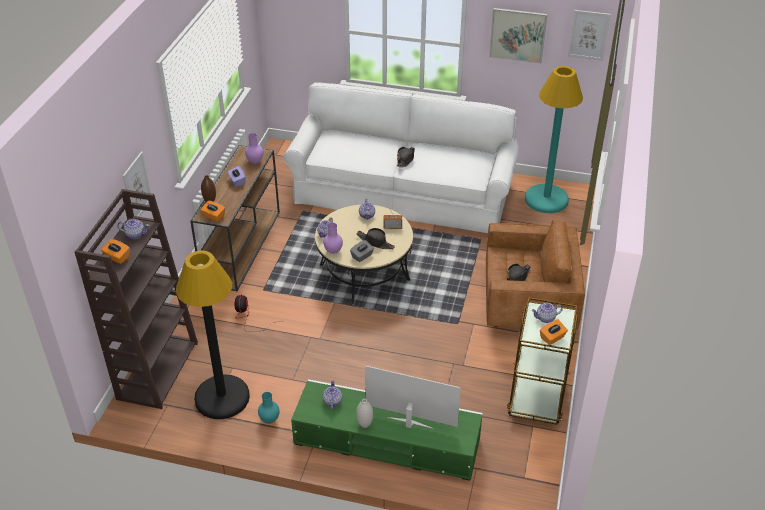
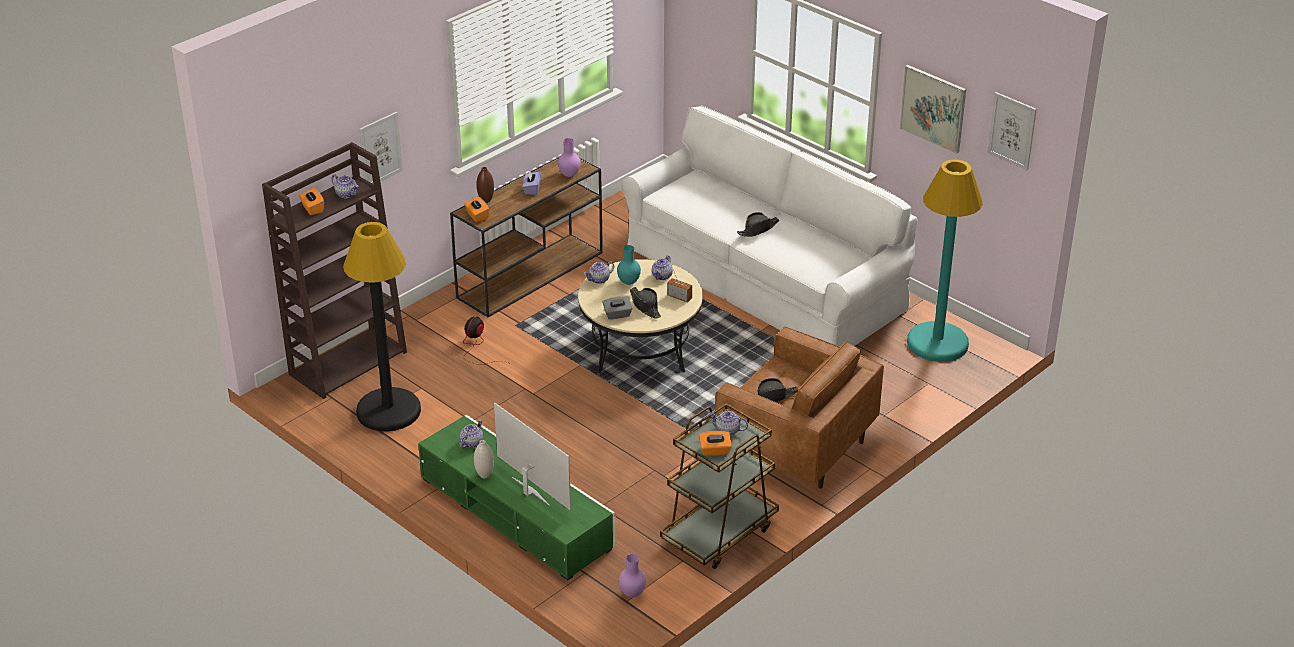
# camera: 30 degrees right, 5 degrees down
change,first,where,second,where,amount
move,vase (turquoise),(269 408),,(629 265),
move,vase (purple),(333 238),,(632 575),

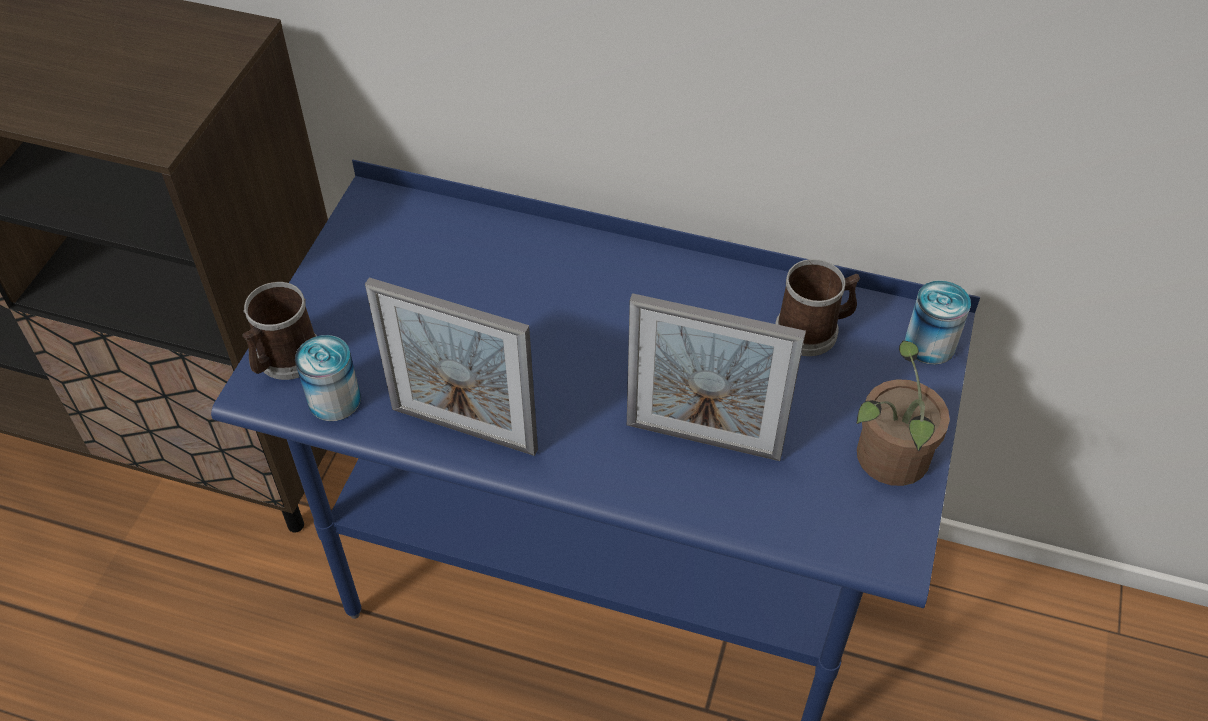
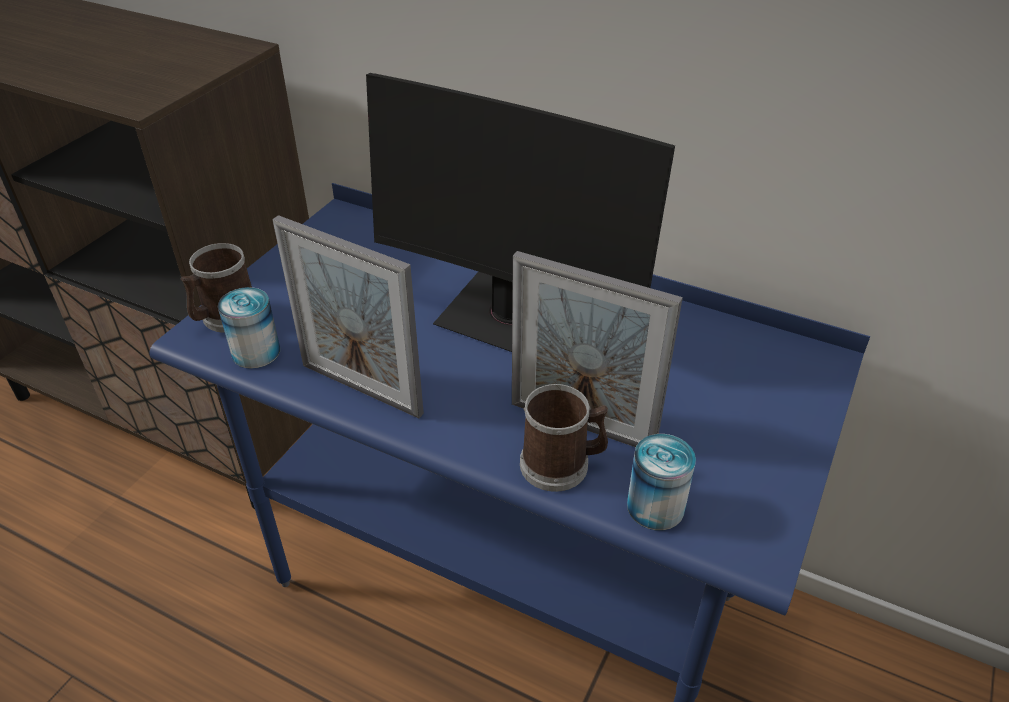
# camera: 10 degrees right, 10 degrees down
change,first,where,second,where,amount
delete,potted plant,(903 413),,,
insert,,,monitor,(520 212),
move,mug,(817 307),,(564 438),
move,can,(937 322),,(661 482),

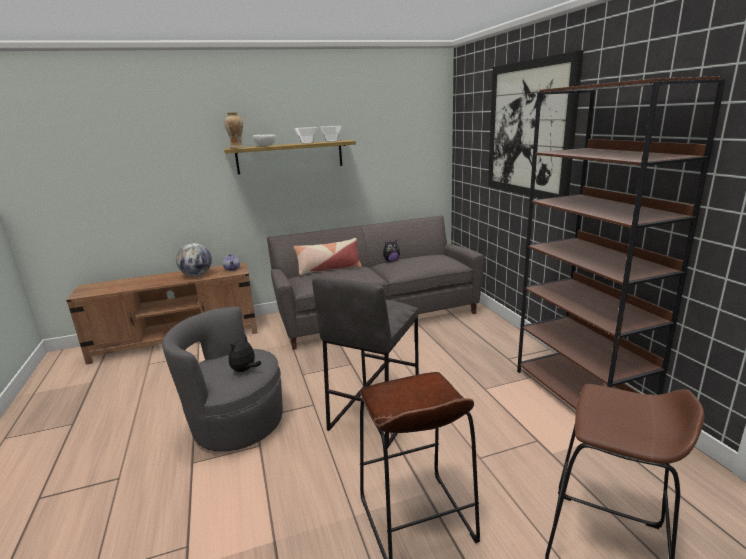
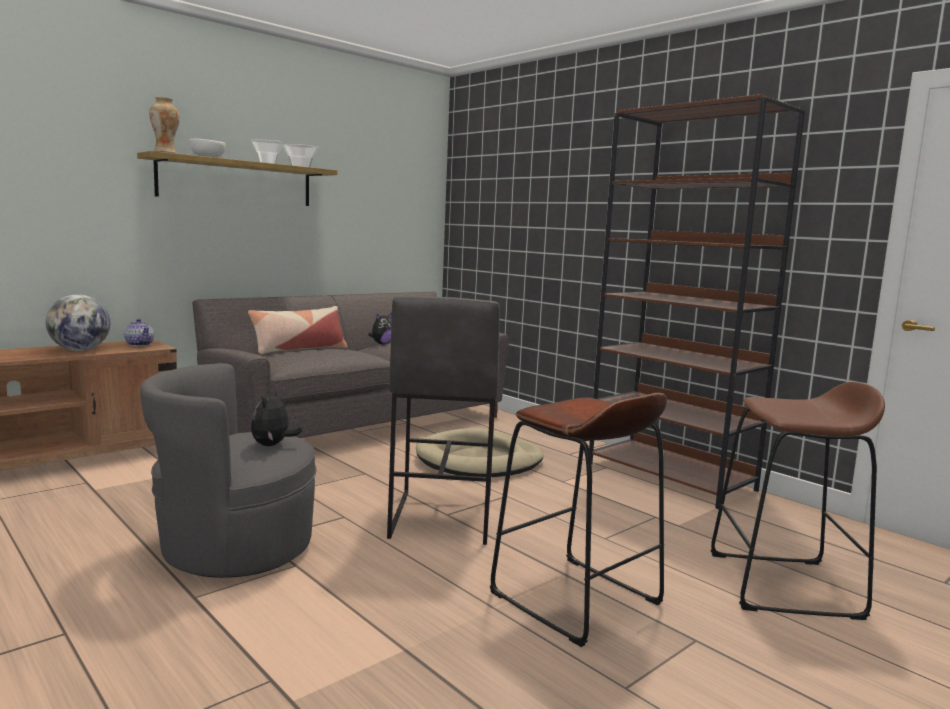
# camera: 25 degrees left, 10 degrees down
change,first,where,second,where,amount
delete,picture,(536 124),,,
insert,,,dog bed (beige),(479 452),

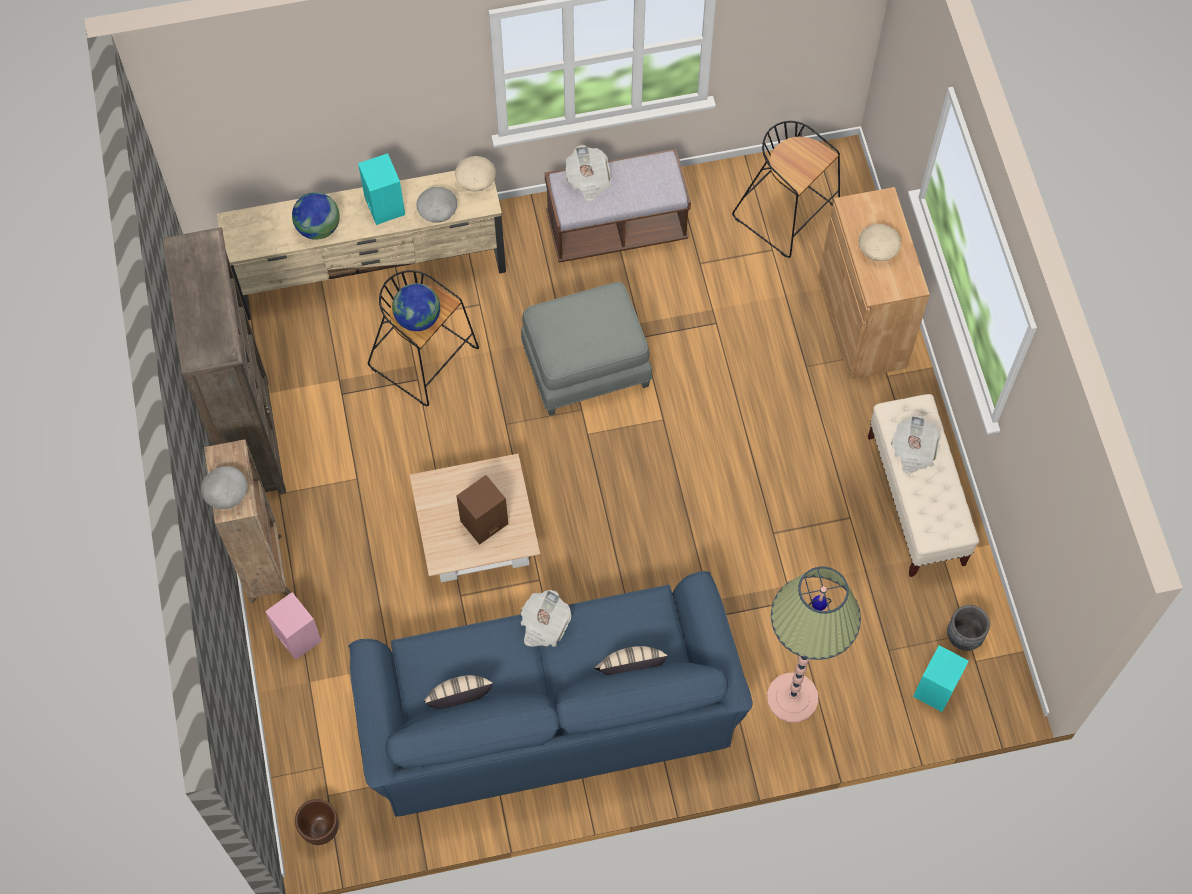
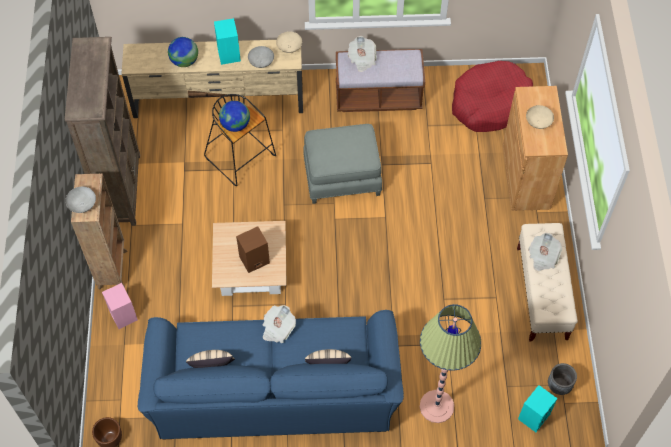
# camera: 10 degrees right, 5 degrees down
change,first,where,second,where,amount
replace,stool (black),(786 189),dog bed (red),(492 96),

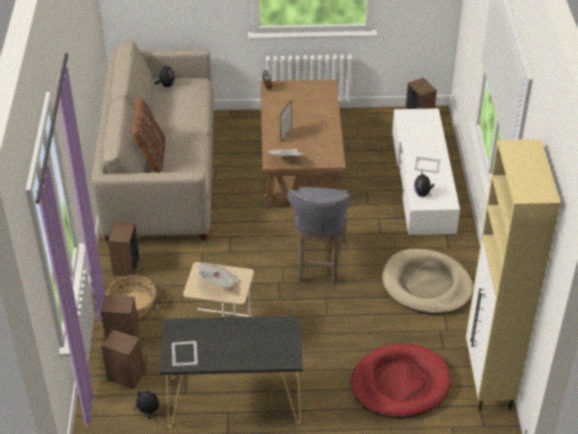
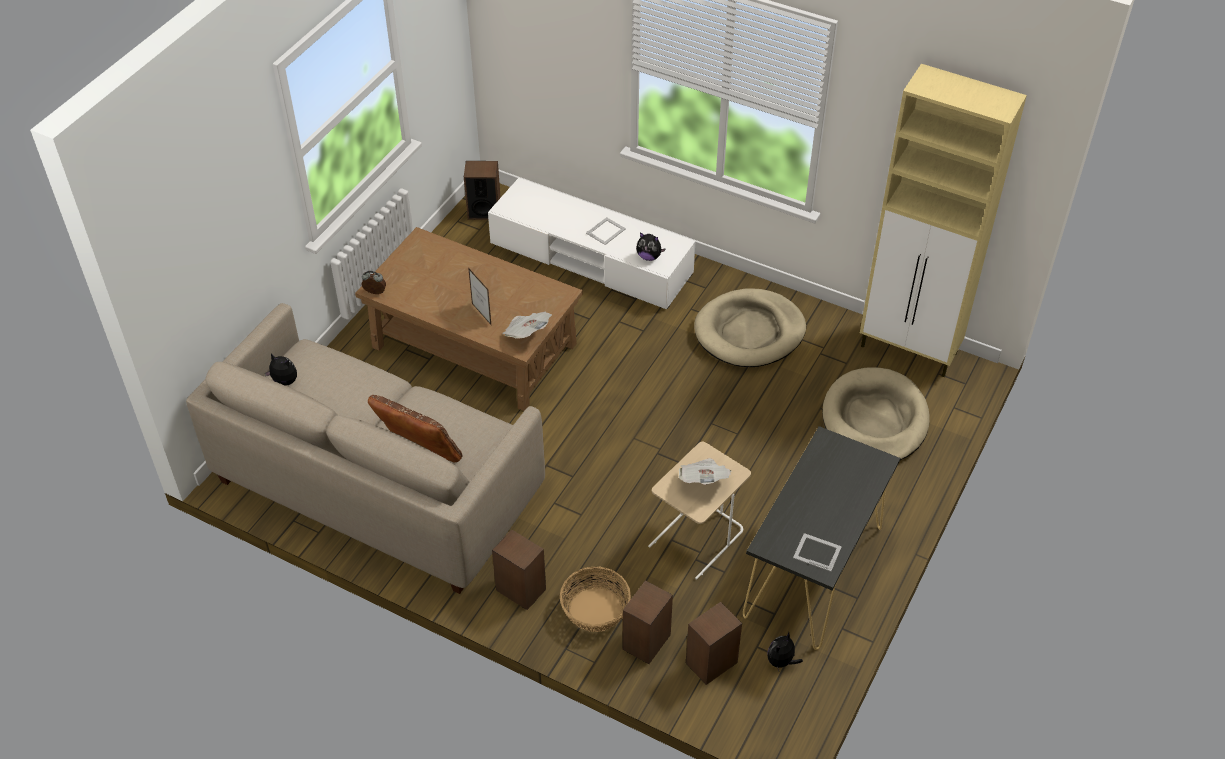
# camera: 60 degrees left, 5 degrees up
change,first,where,second,where,amount
delete,stool (grey),(319 236),,,
recolor,dog bed (red),(401 381),dog bed (beige),(876 413),

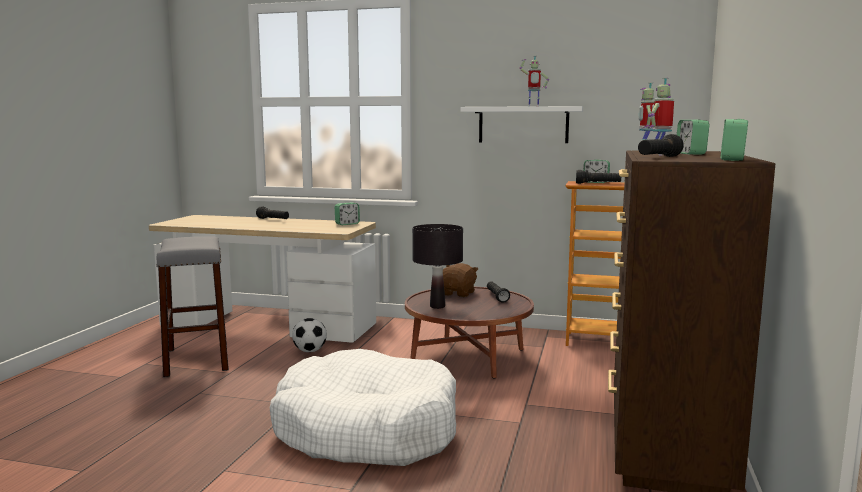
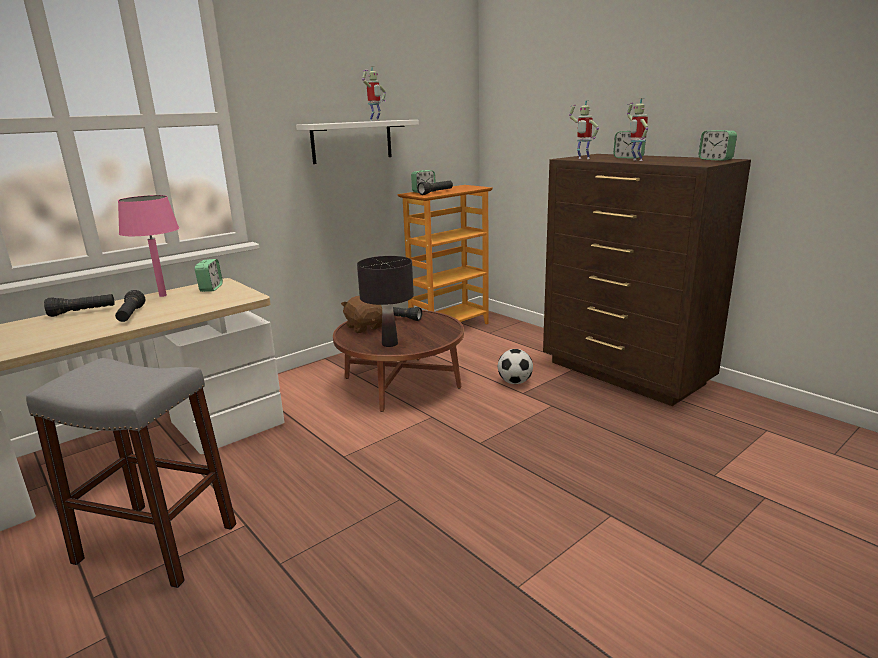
# camera: 55 degrees left, 10 degrees up
change,first,where,second,where,amount
delete,dog bed (white),(363 407),,,
insert,,,table lamp (pink),(148 246),
move,football,(309 335),,(515 366),
move,flashlight (black),(661 145),,(130 306),

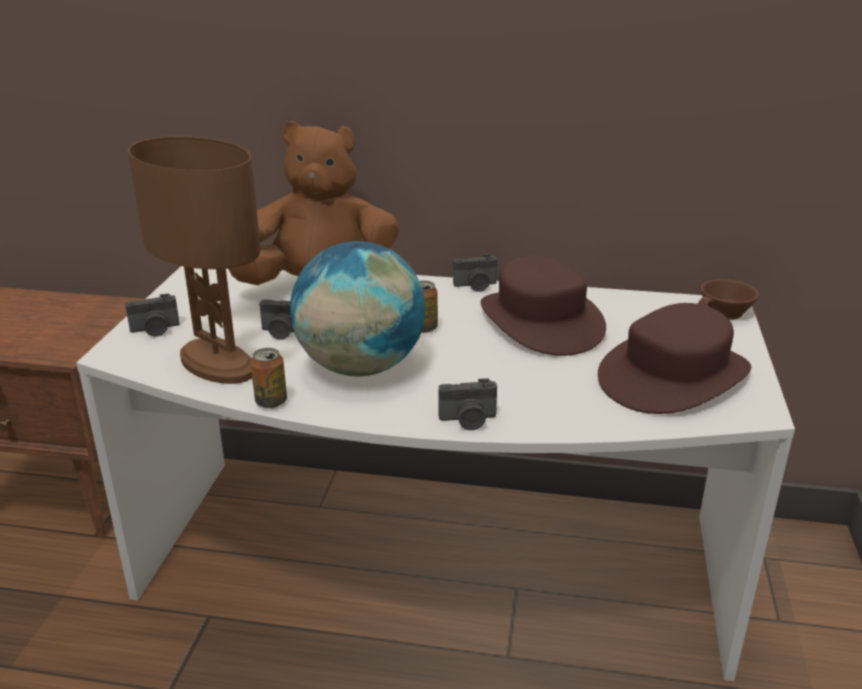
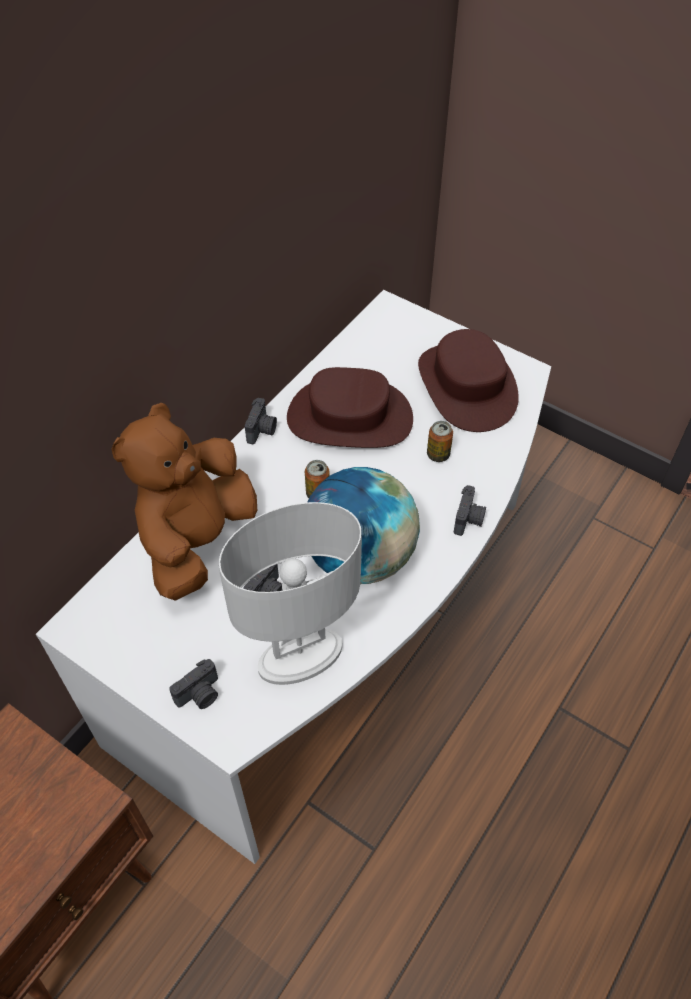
# camera: 65 degrees left, 25 degrees up
change,first,where,second,where,amount
delete,cup (brown),(728 299),,,
move,can,(268 378),,(440 441),
recolor,table lamp (brown),(194 260),table lamp (white),(290 593),
rotate,photo camera,(152 315),,(193 684),45 degrees clockwise

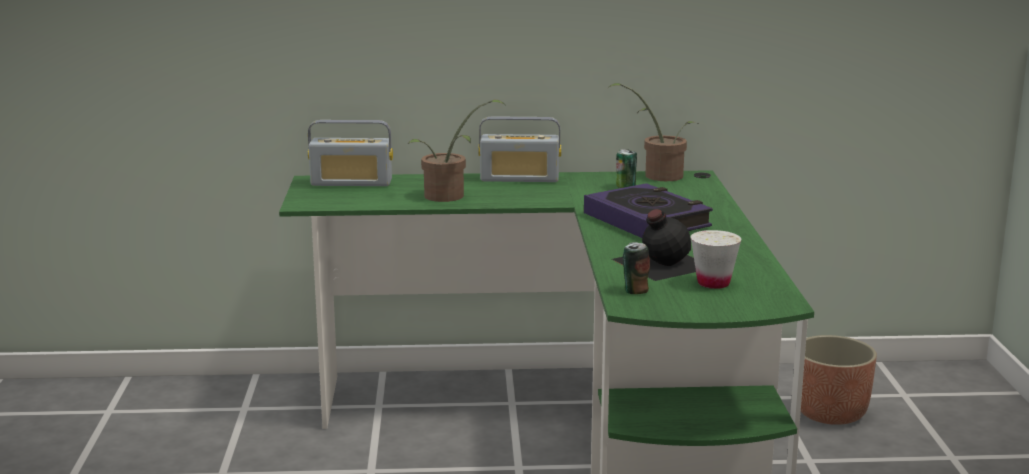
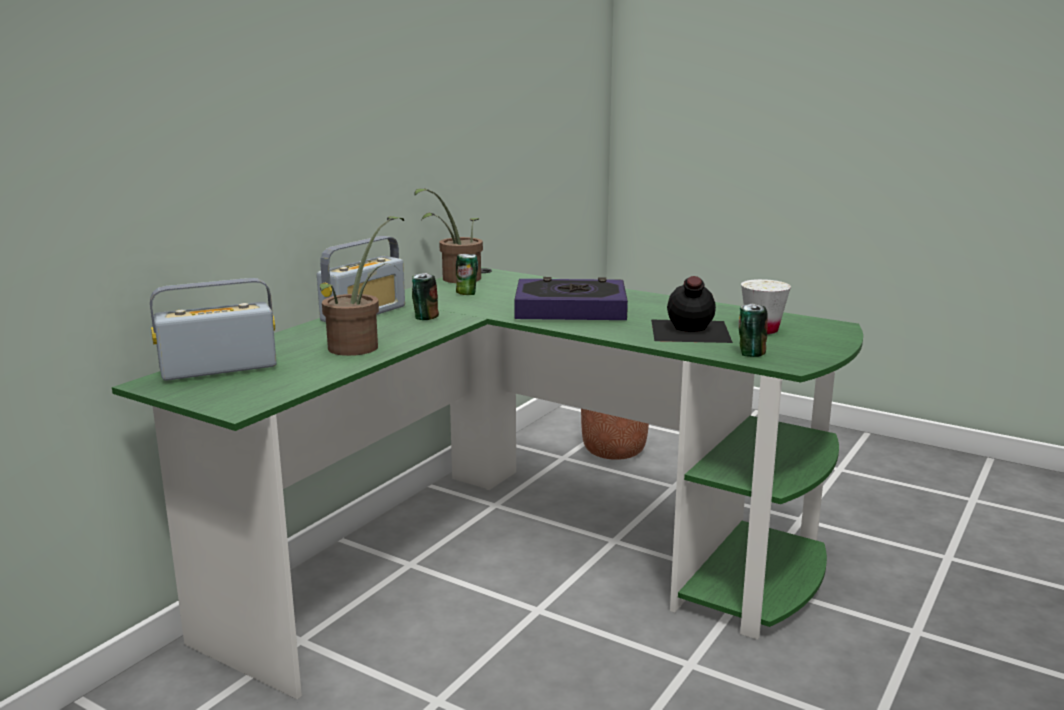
# camera: 55 degrees left, 0 degrees up
change,first,where,second,where,amount
insert,,,can,(425 296),
rotate,radio,(350 153),,(213 329),150 degrees counterclockwise

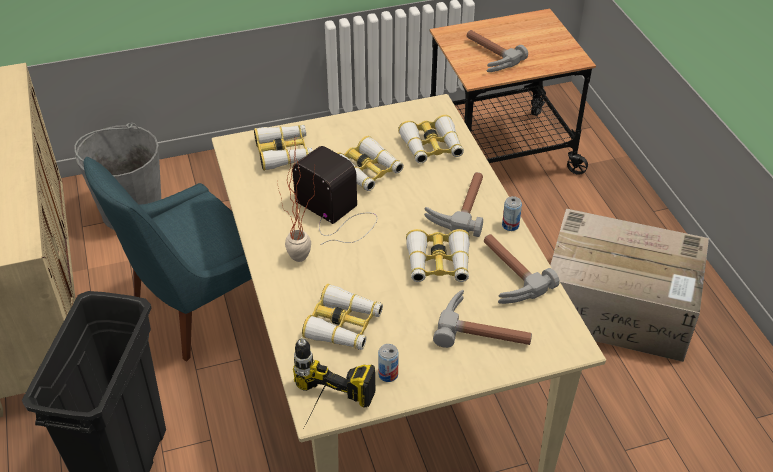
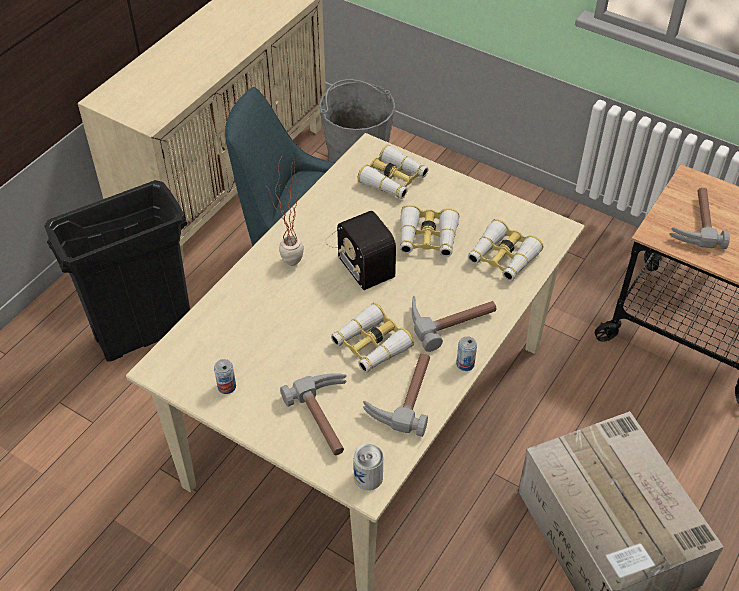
# camera: 50 degrees right, 5 degrees up
change,first,where,second,where,amount
delete,power drill,(334 376),,,
delete,binoculars,(342 317),,,
insert,,,can,(368 467),
rotate,radio,(334 195),,(361 250),150 degrees clockwise

